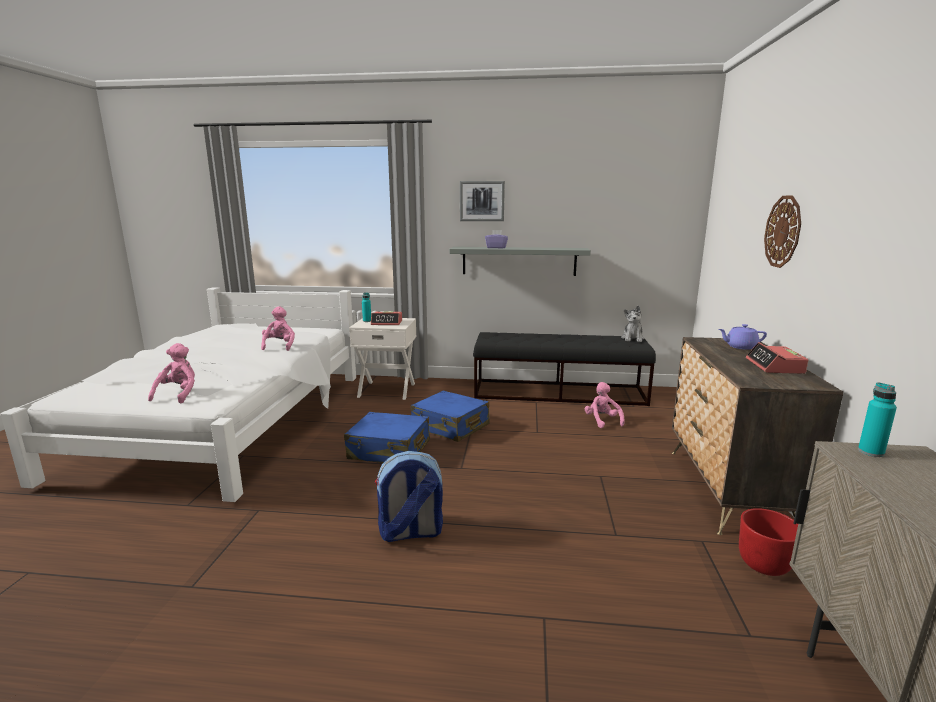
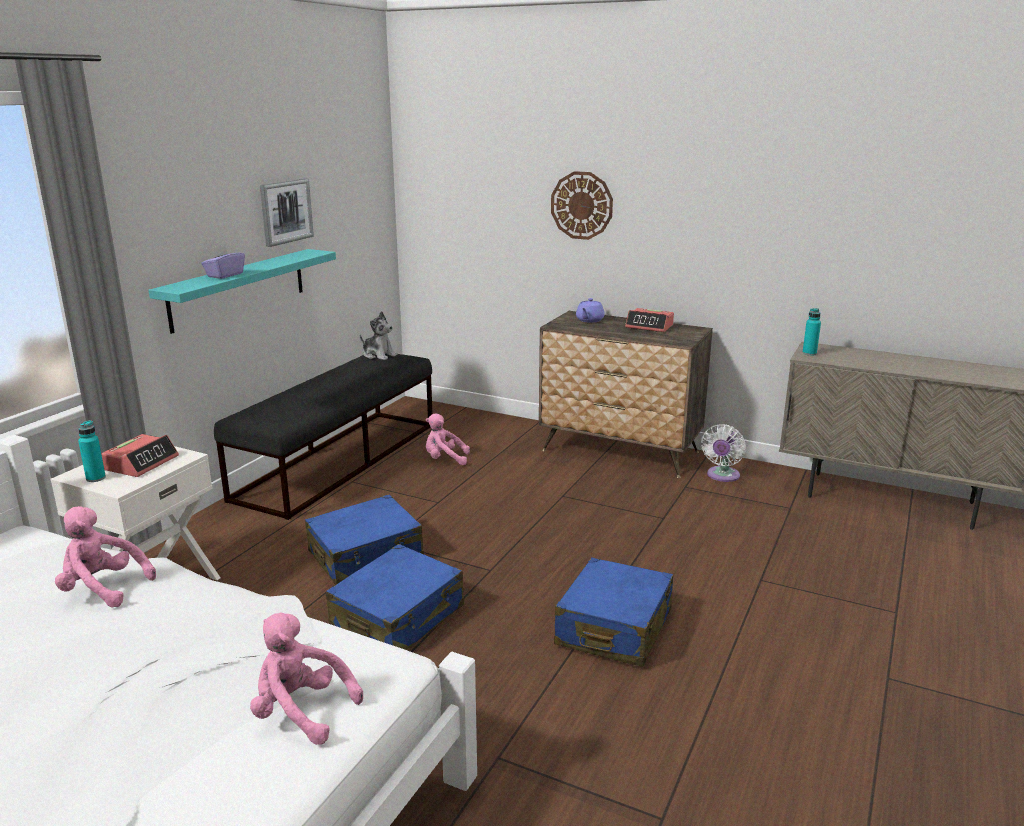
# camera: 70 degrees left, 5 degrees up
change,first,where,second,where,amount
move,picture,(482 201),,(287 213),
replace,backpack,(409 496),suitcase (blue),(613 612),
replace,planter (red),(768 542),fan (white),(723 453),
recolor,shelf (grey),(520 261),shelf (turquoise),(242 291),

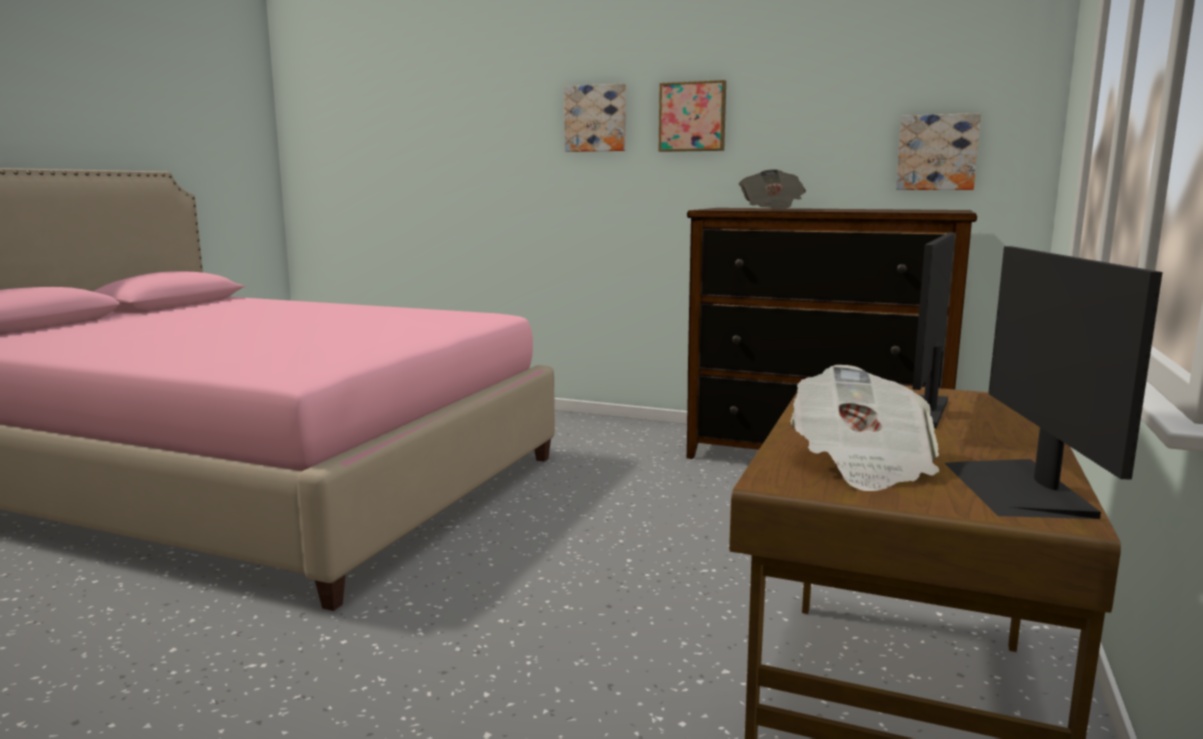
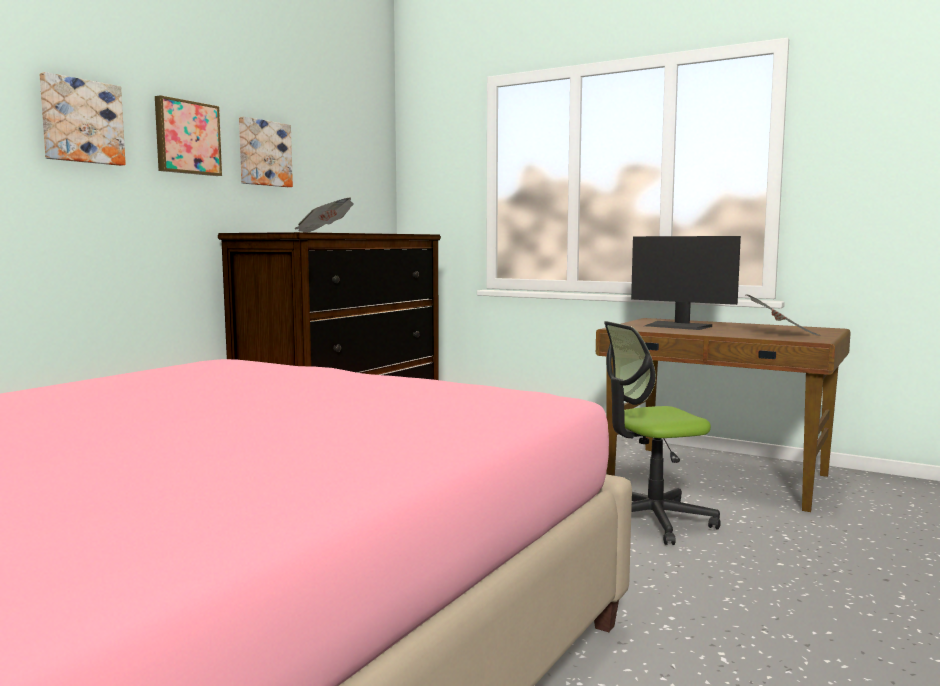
# camera: 80 degrees left, 5 degrees down
change,first,where,second,where,amount
delete,monitor,(1054 382),,,
insert,,,office chair,(662 433),
move,picture,(938 151),,(266 152),

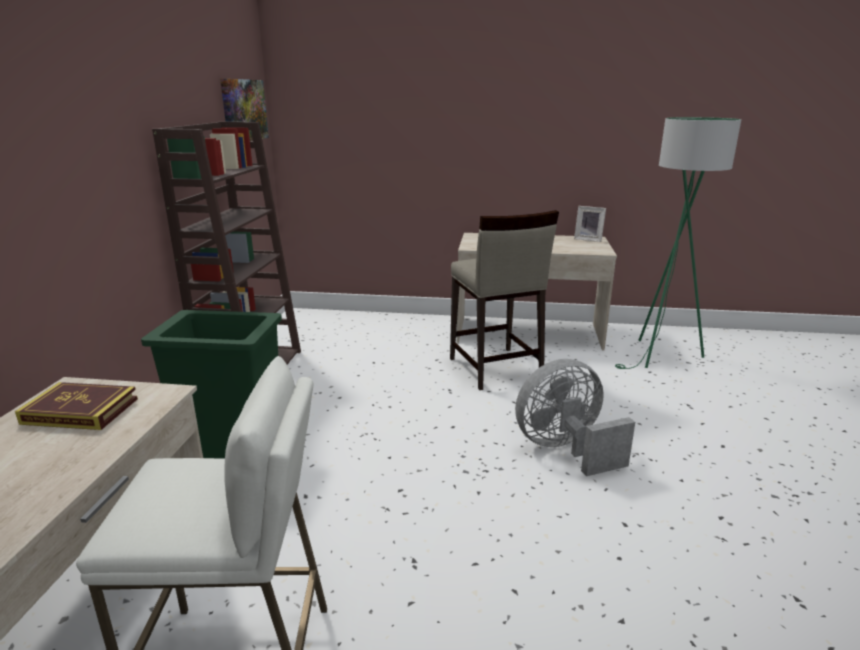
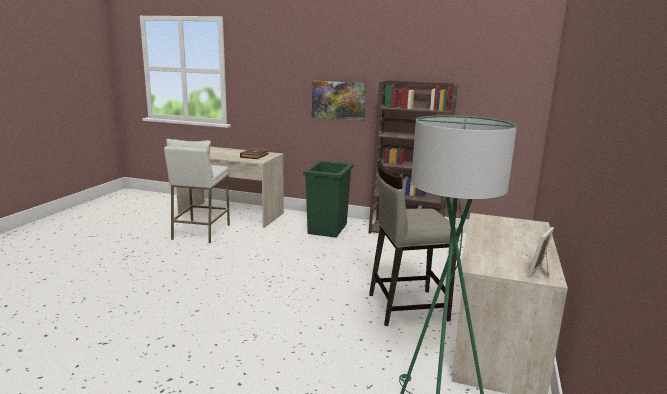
# camera: 100 degrees right, 5 degrees down
change,first,where,second,where,amount
delete,fan (grey),(575 417),,,
move,picture,(244 110),,(339 101),

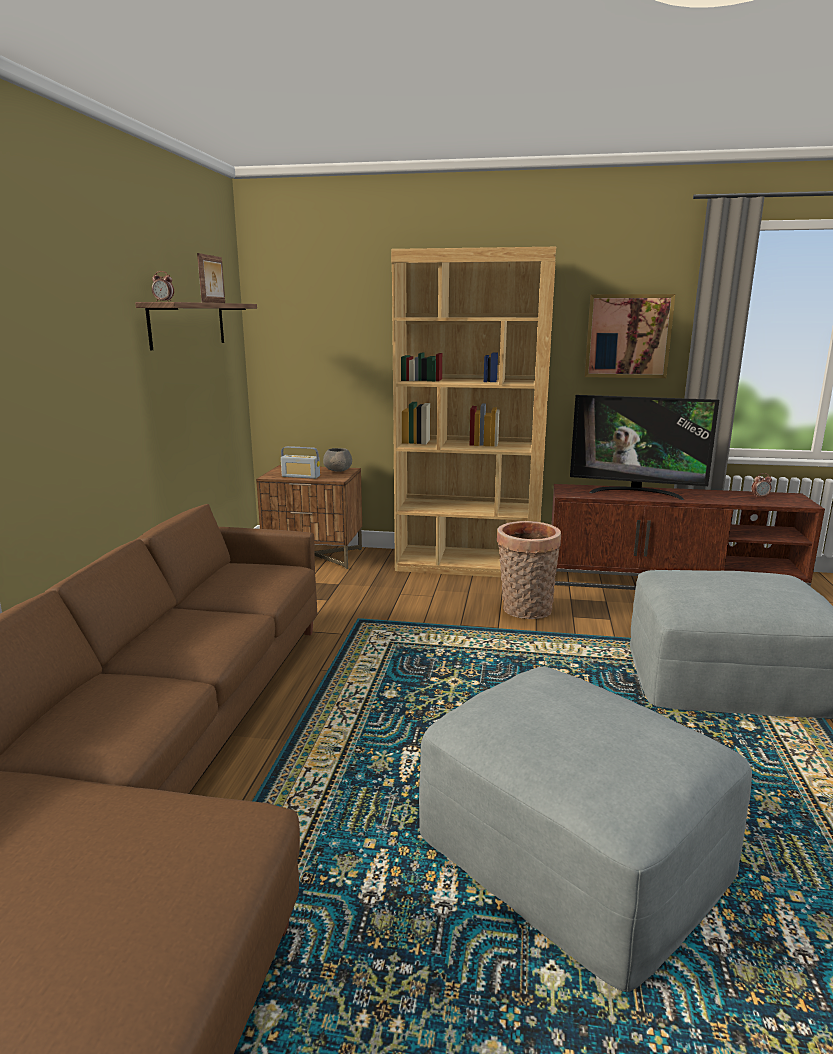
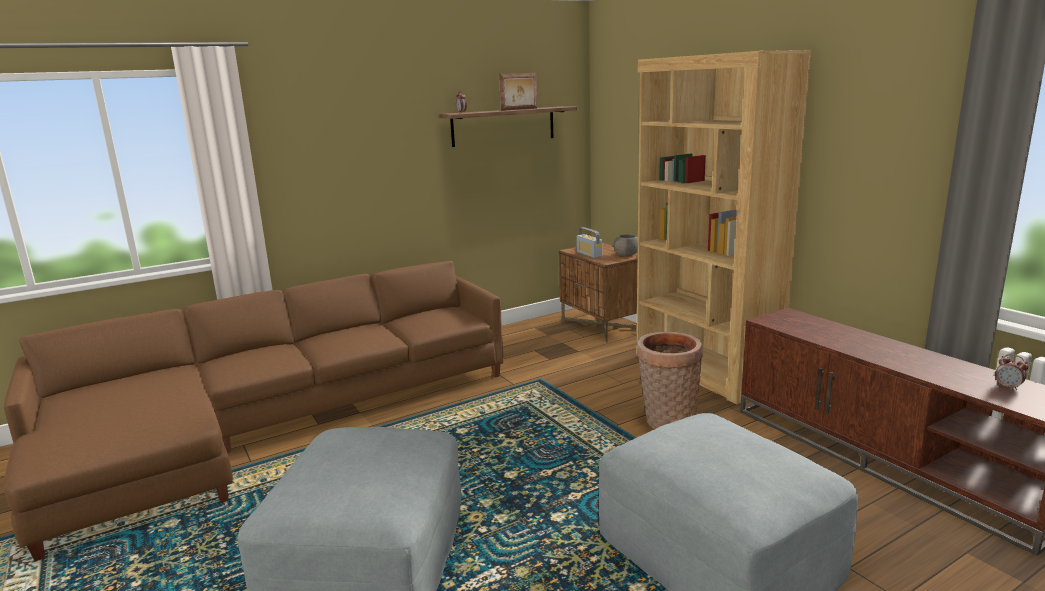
# camera: 50 degrees right, 0 degrees up
change,first,where,second,where,amount
delete,television,(644 447),,,
delete,picture,(629 336),,,

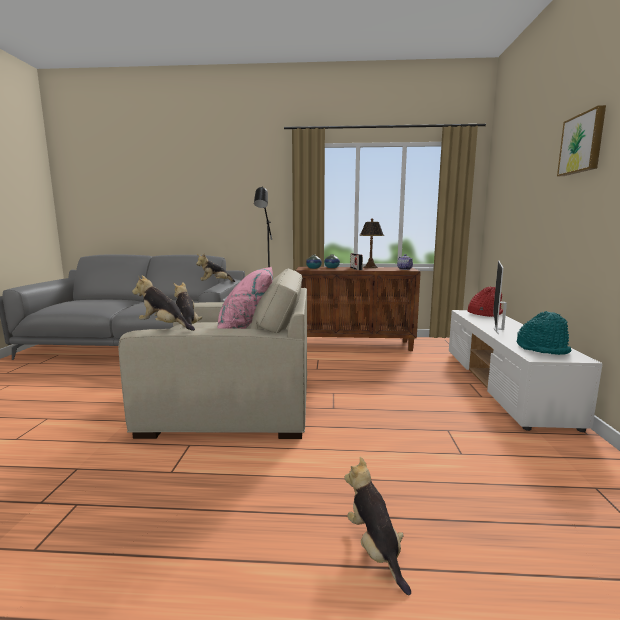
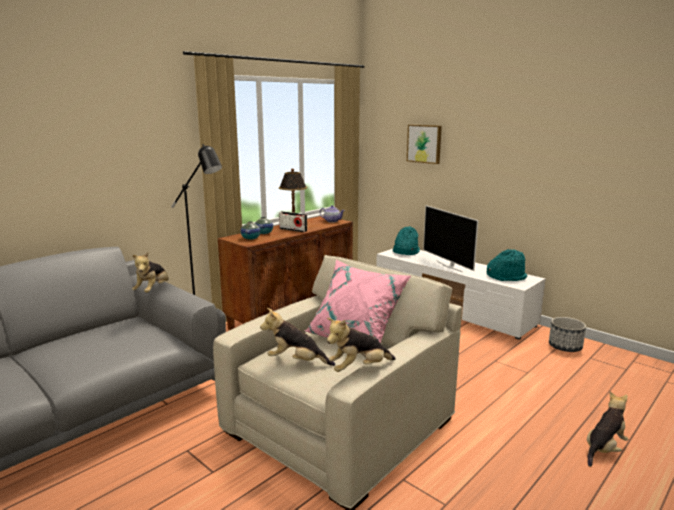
# camera: 50 degrees left, 5 degrees up
change,first,where,second,where,amount
insert,,,planter,(567 334),
move,picture,(581 140),,(424 144),
recolor,hat (red),(485 302),hat (turquoise),(406 240),
rotate,plush toy,(378 526),,(607 429),120 degrees clockwise

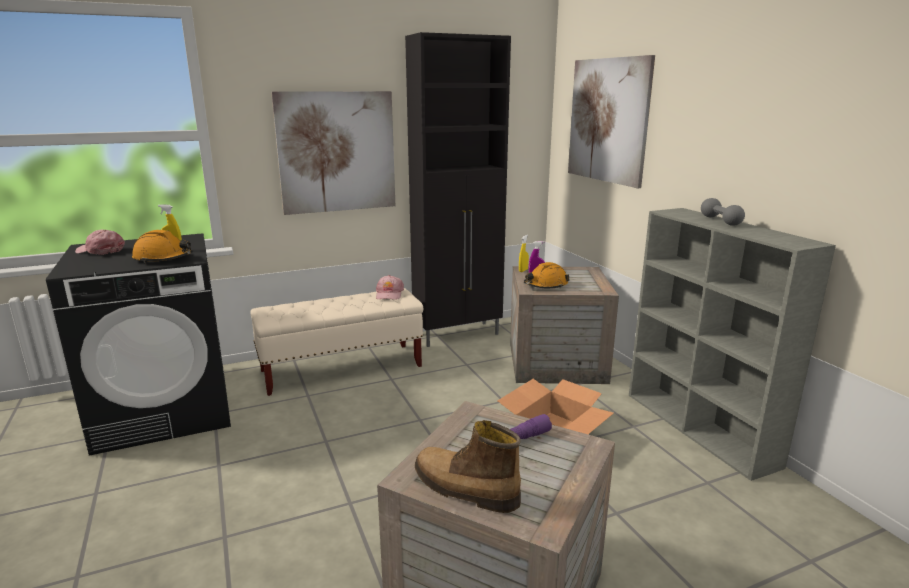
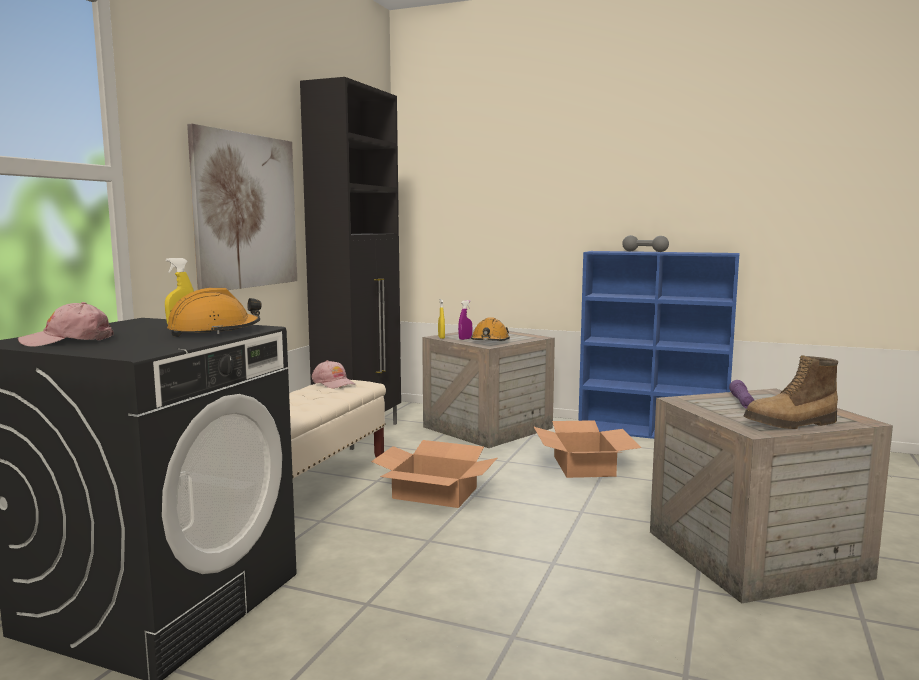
# camera: 45 degrees left, 10 degrees down
change,first,where,second,where,amount
delete,picture,(611 121),,,
insert,,,cardboard box,(434 474),
recolor,bookcase (grey),(732 344),bookcase (blue),(658 345),

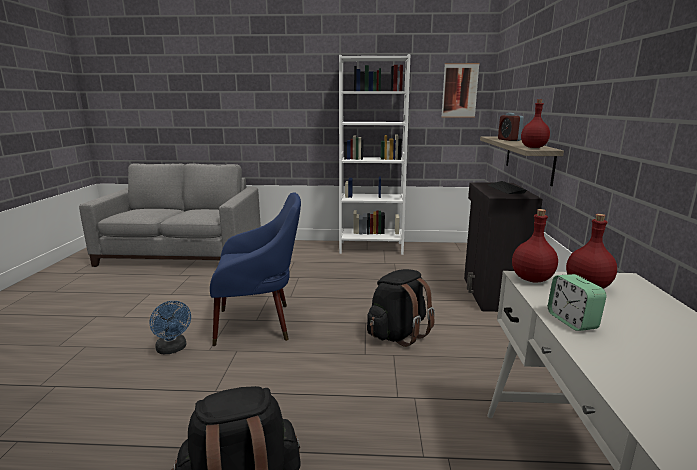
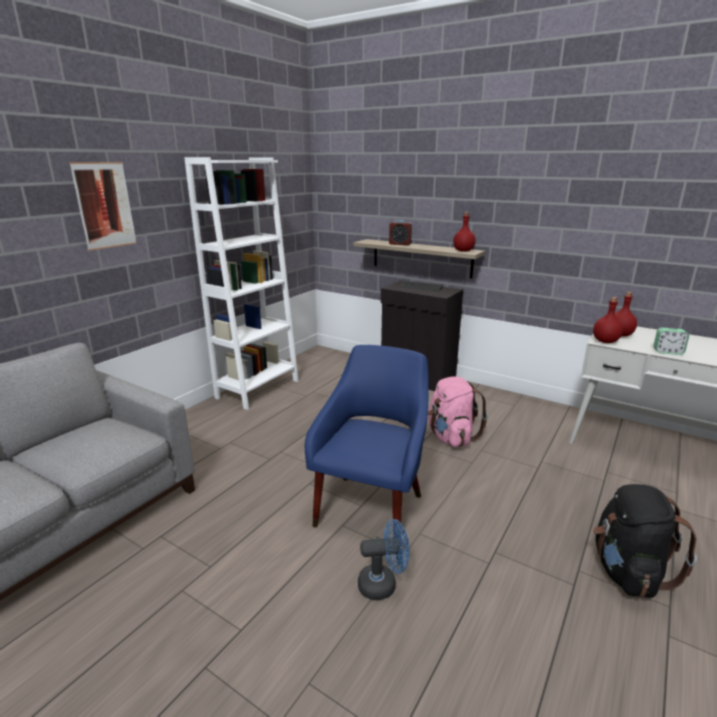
# camera: 60 degrees left, 5 degrees up
change,first,where,second,where,amount
move,picture,(460 90),,(103 206),
recolor,backpack (black),(401 308),backpack (pink),(458 412),

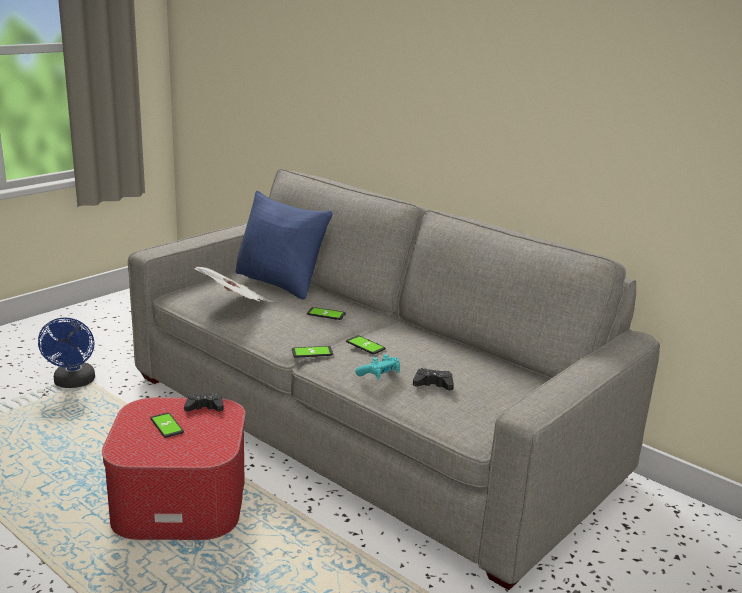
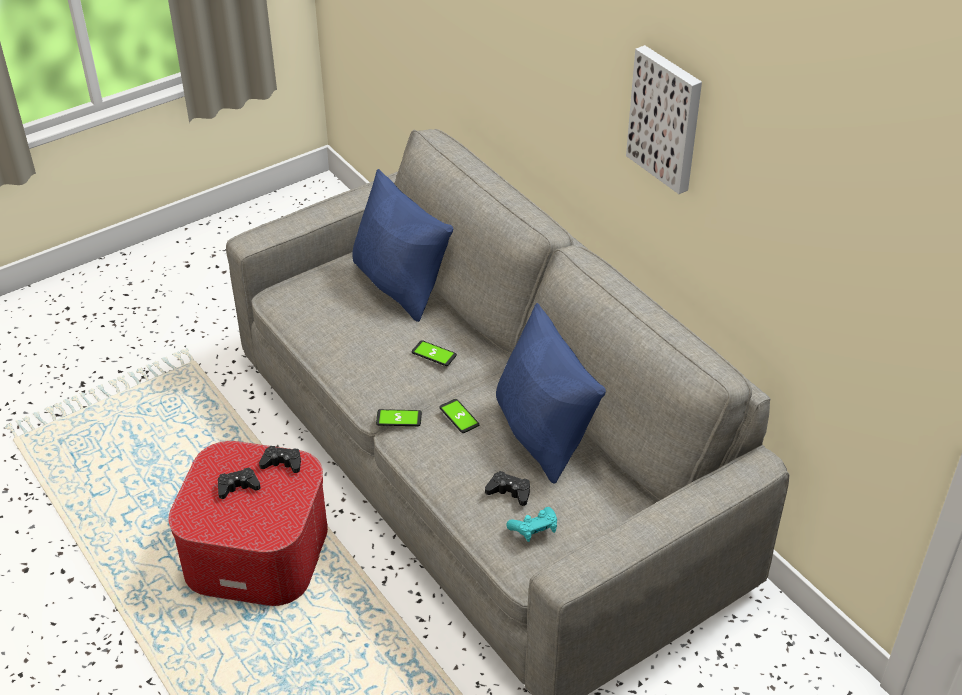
# camera: 15 degrees right, 20 degrees up
change,first,where,second,where,amount
delete,fan (blue),(66 352),,,
delete,newspaper,(233 284),,,
insert,,,pillow (blue),(551 393),
insert,,,picture,(664 119),
move,game controller (turquoise),(378 366),,(531 524),
replace,phone,(167 425),game controller (black),(239 483),

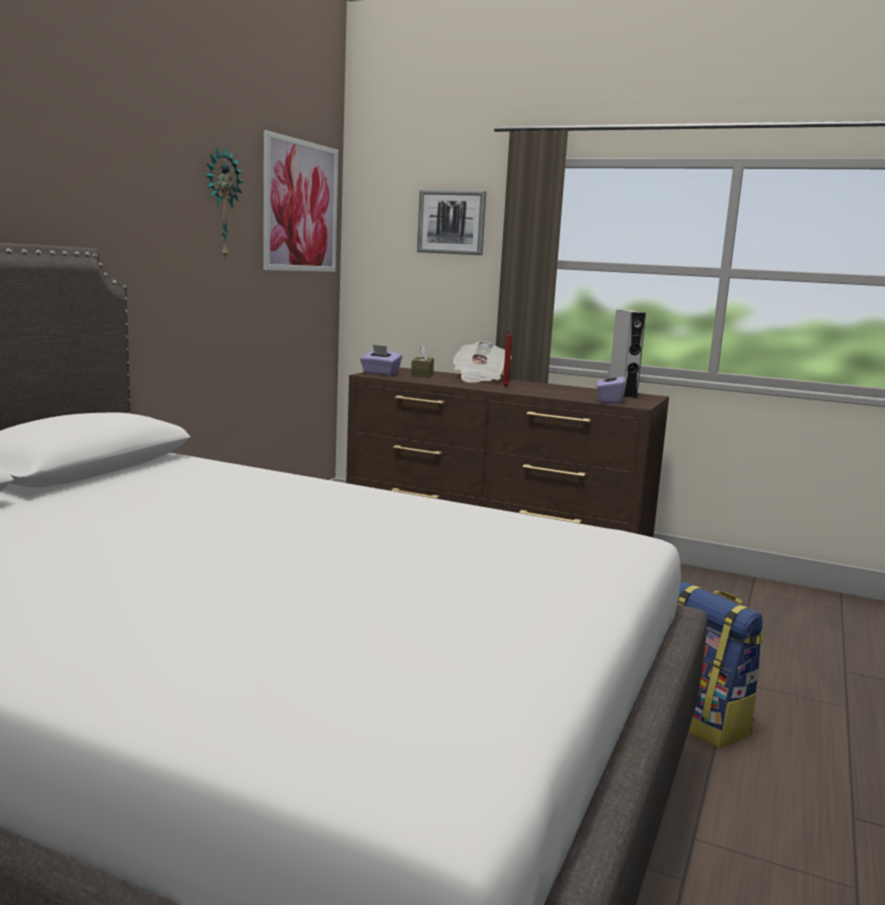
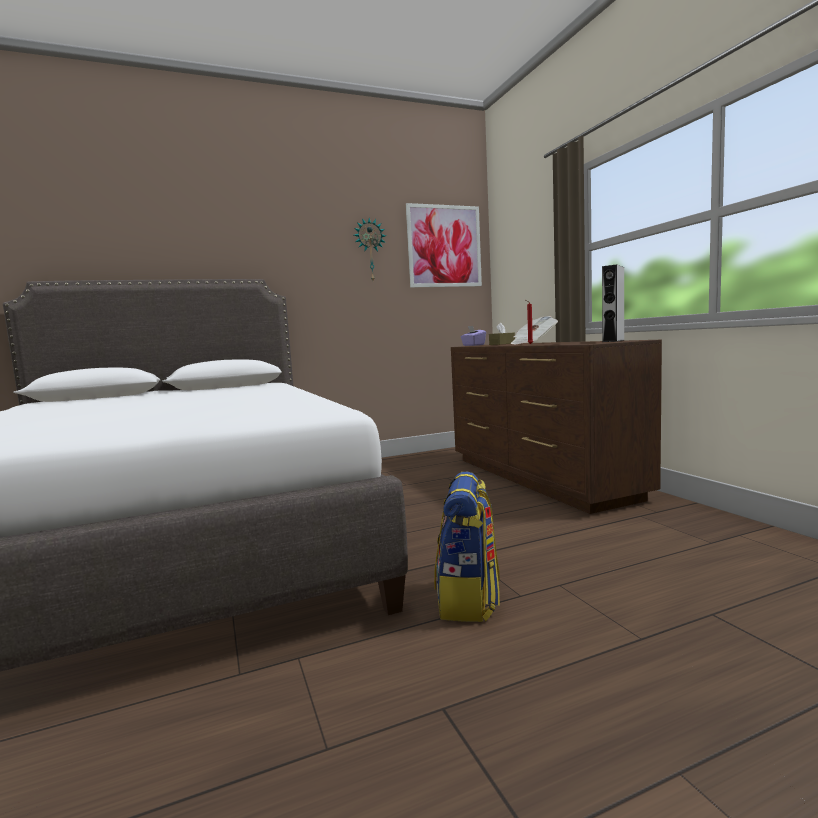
# camera: 45 degrees right, 5 degrees down
change,first,where,second,where,amount
delete,picture,(451 222),,,
delete,tissue box (purple),(611 385),,,

